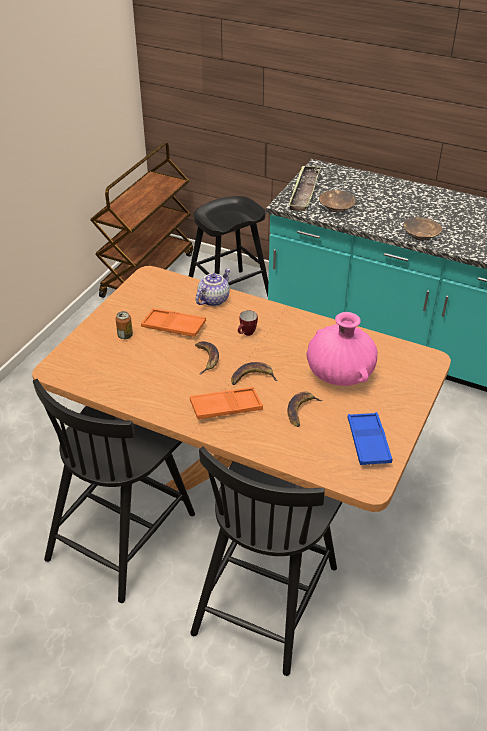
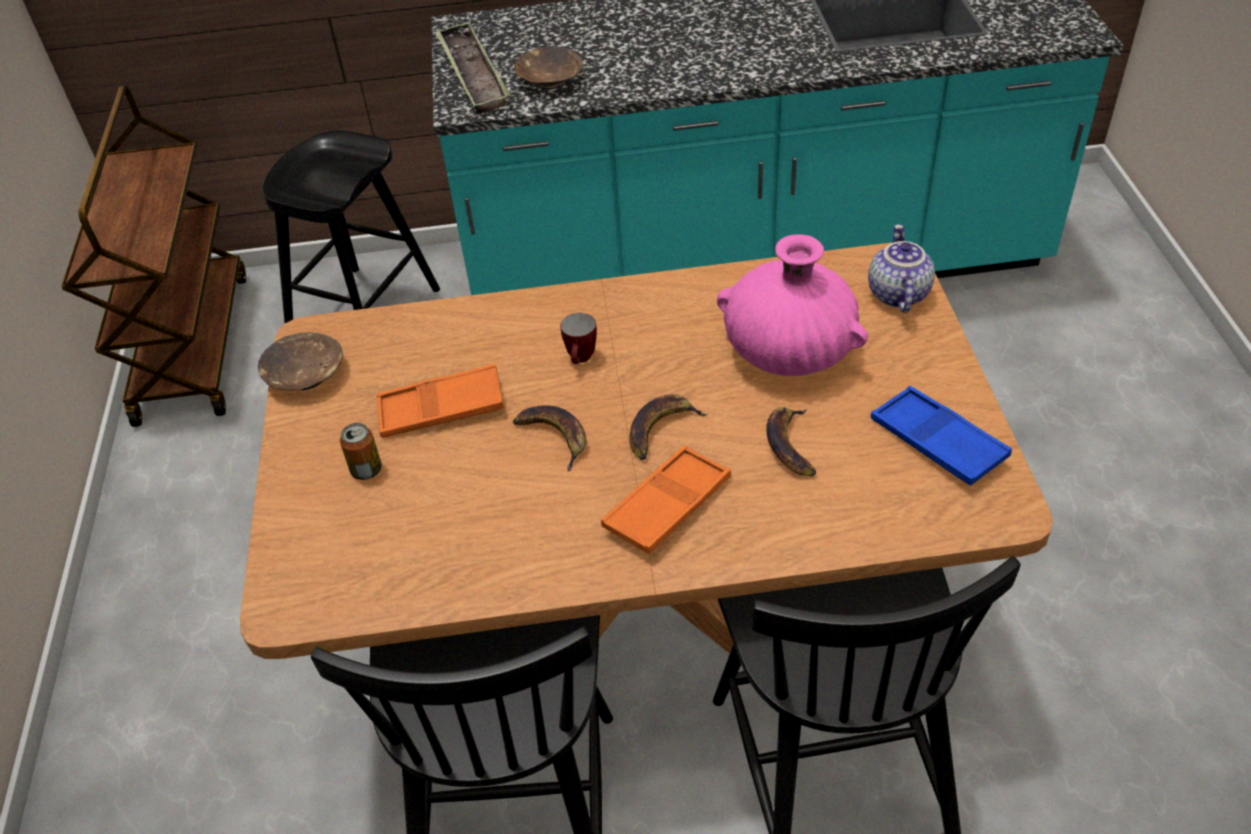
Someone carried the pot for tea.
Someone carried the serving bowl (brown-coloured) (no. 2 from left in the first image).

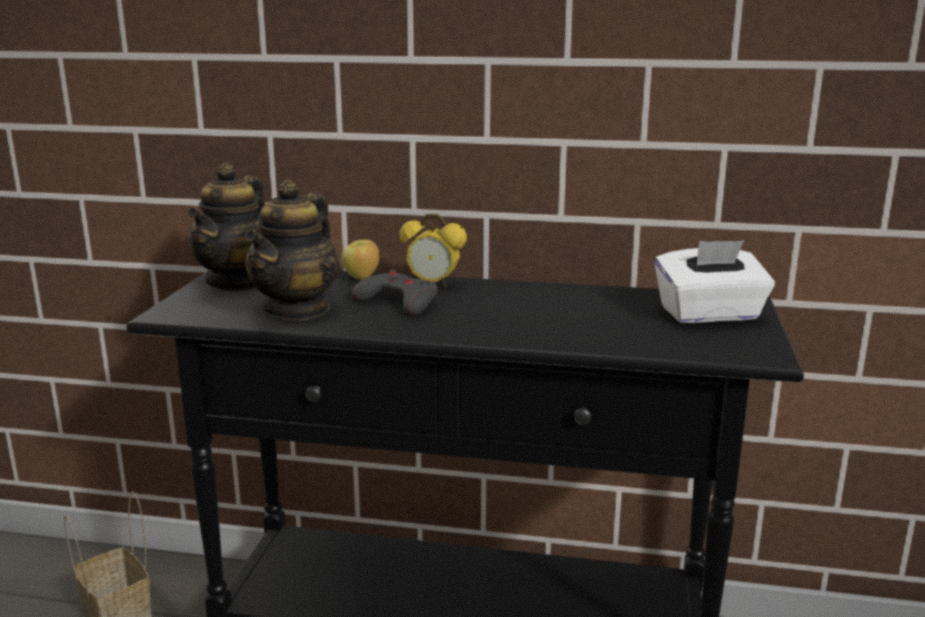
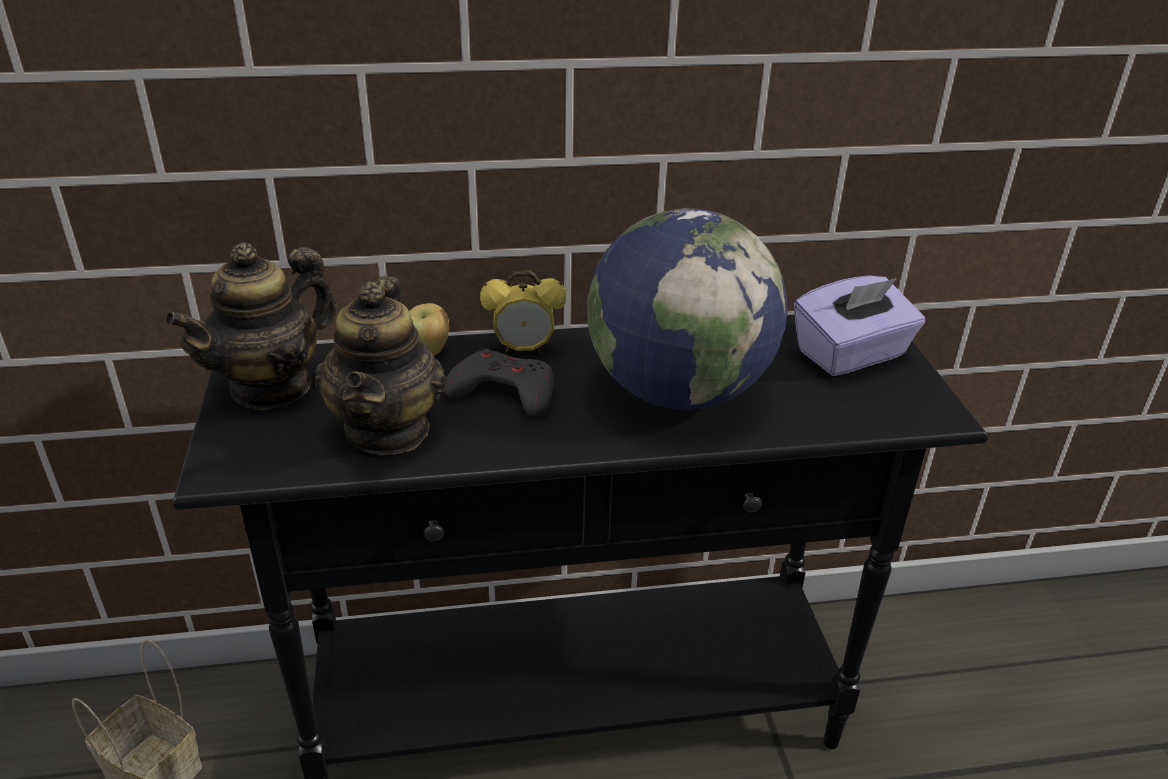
Someone rotated the pot for tea (no. 1 from left) by 45 degrees clockwise.
Someone repainted the tissue holder (whitish), which became the tissue holder (purplish).
Someone put down the world globe.

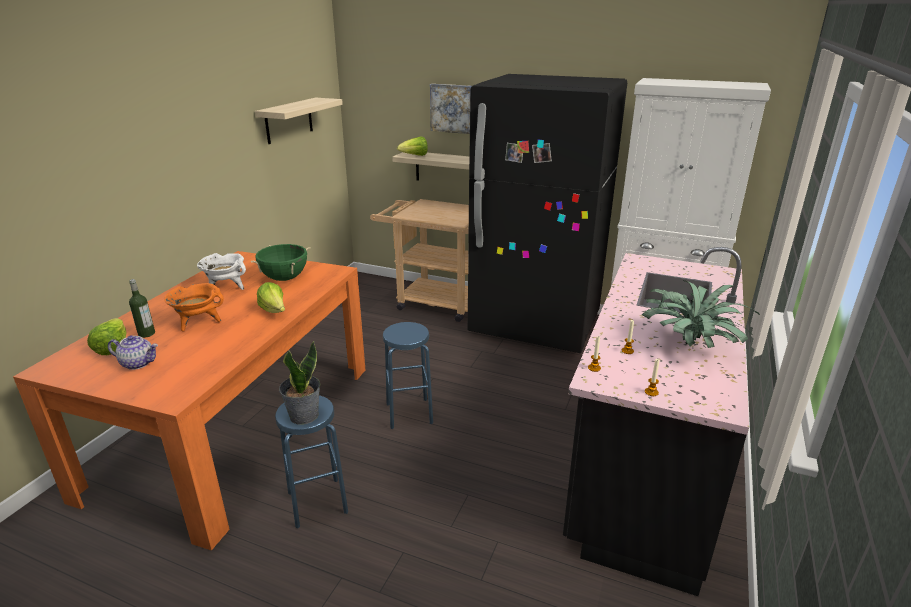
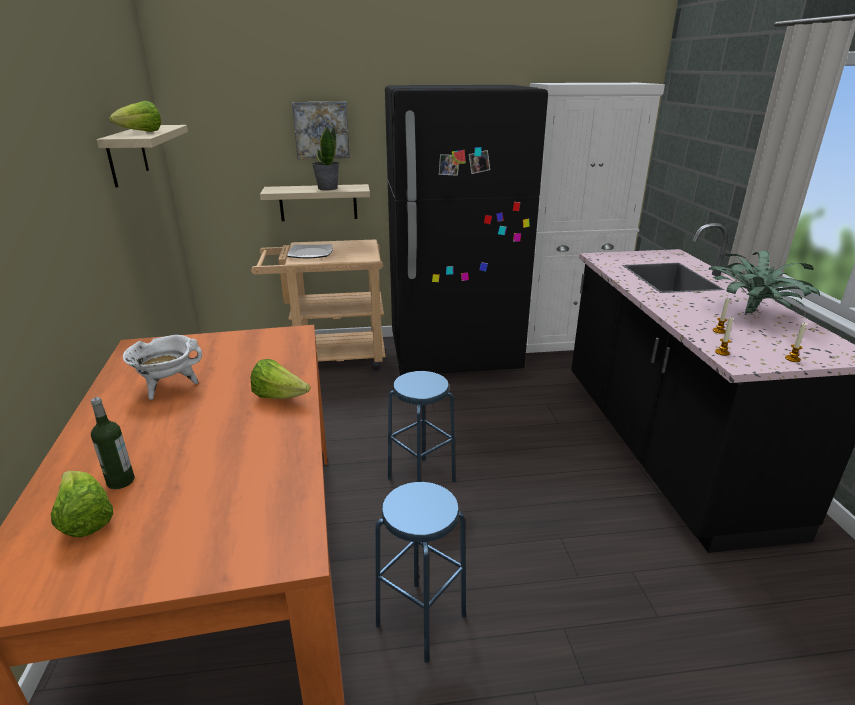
Someone took away the pot for tea.
Someone took away the saucepot (orangey).
Someone took away the saucepot (green-coloured).
Someone carried the houseplant (no. 1 from left).
Someone carried the lettuce head (no. 3 from left in the first image).
Someone put down the flat dish.

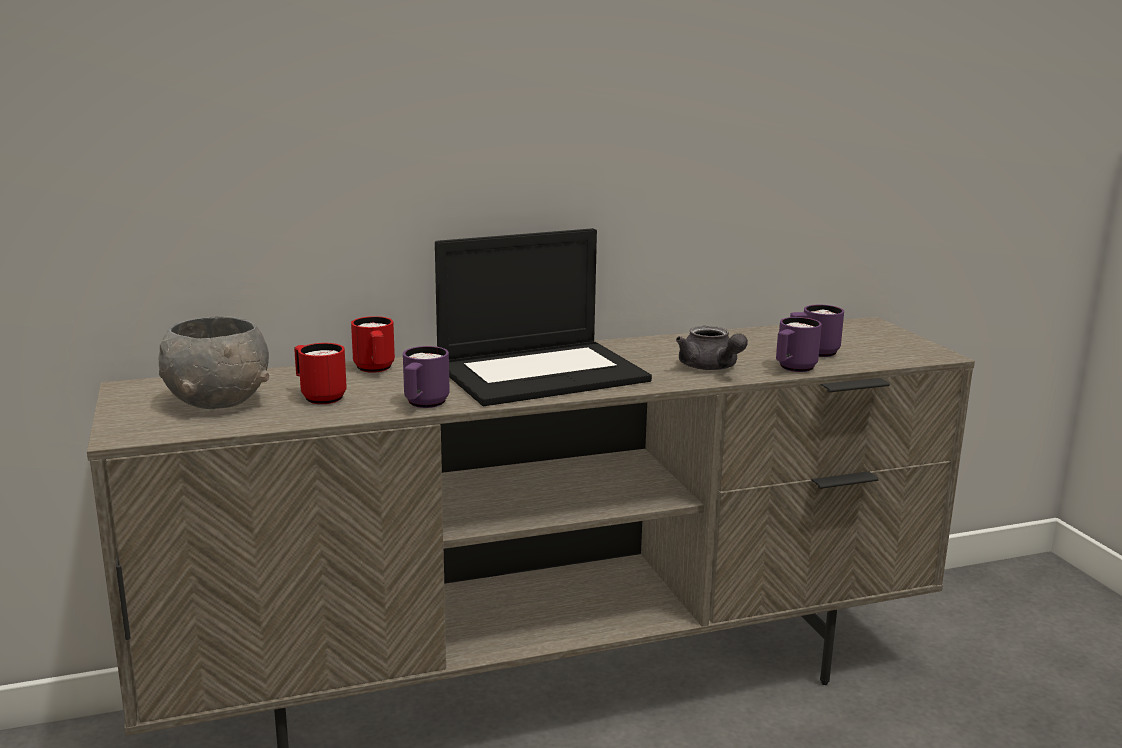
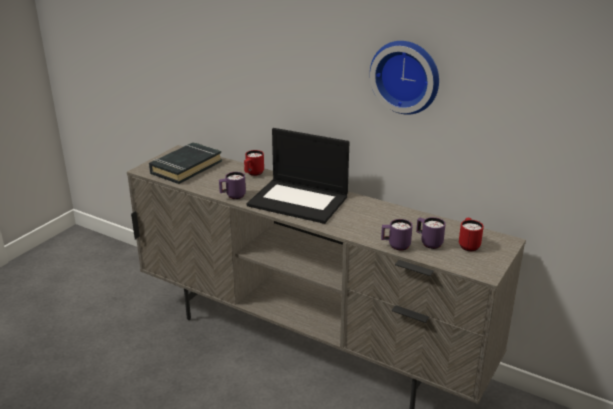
Someone swapped the serving bowl (gray) for the volume (black).
Someone carried the mug (red-coloured) (no. 1 from left in the first image).
Someone took away the pot for tea (gray).
Someone put up the wall clock.

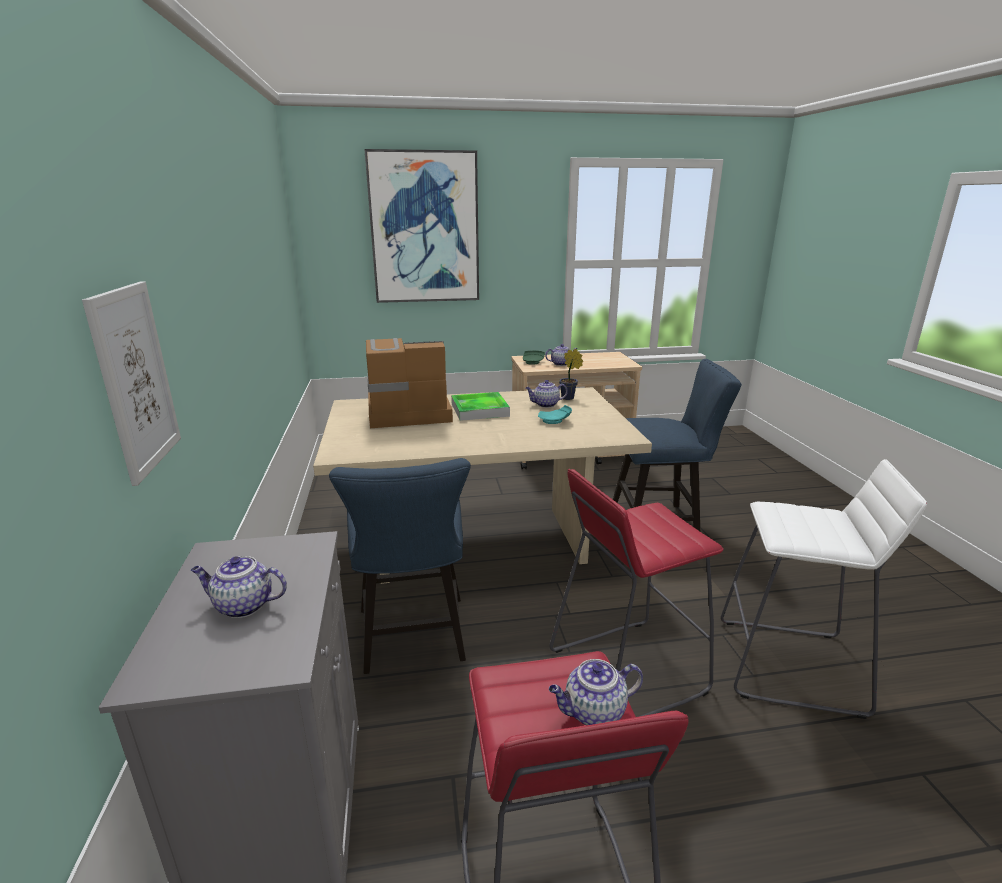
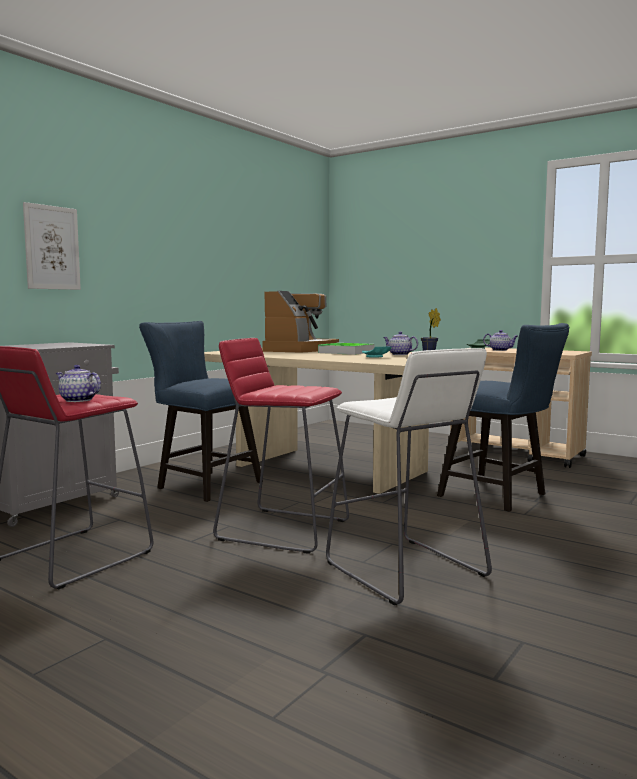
Someone took away the pot for tea (no. 1 from left).
Someone rotated the upright chair (blue-coloured) (no. 1 from left) by 90 degrees clockwise.
Someone took away the picture (no. 2 from left).
Someone rotated the coffee machine by 75 degrees clockwise.

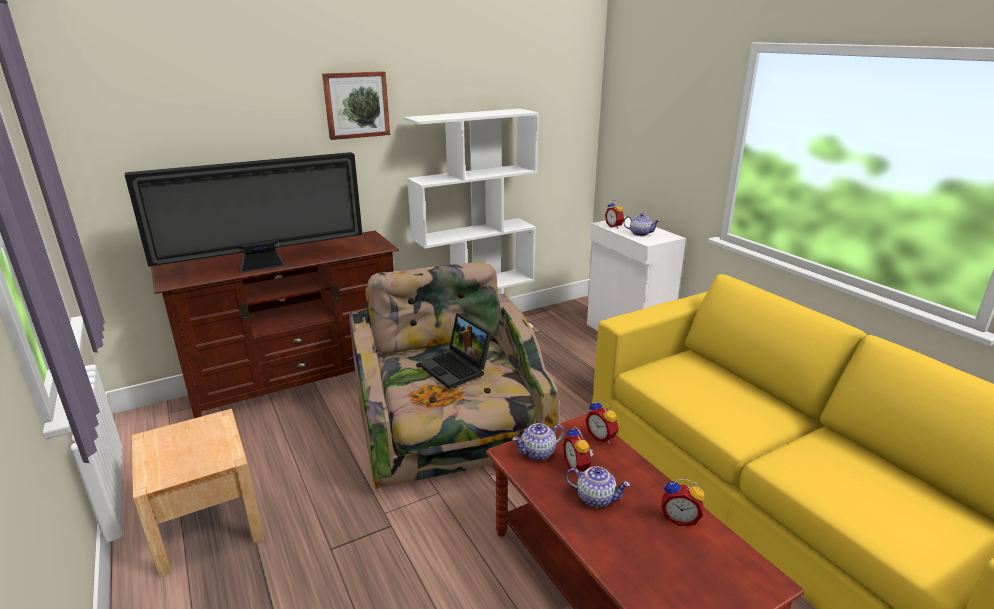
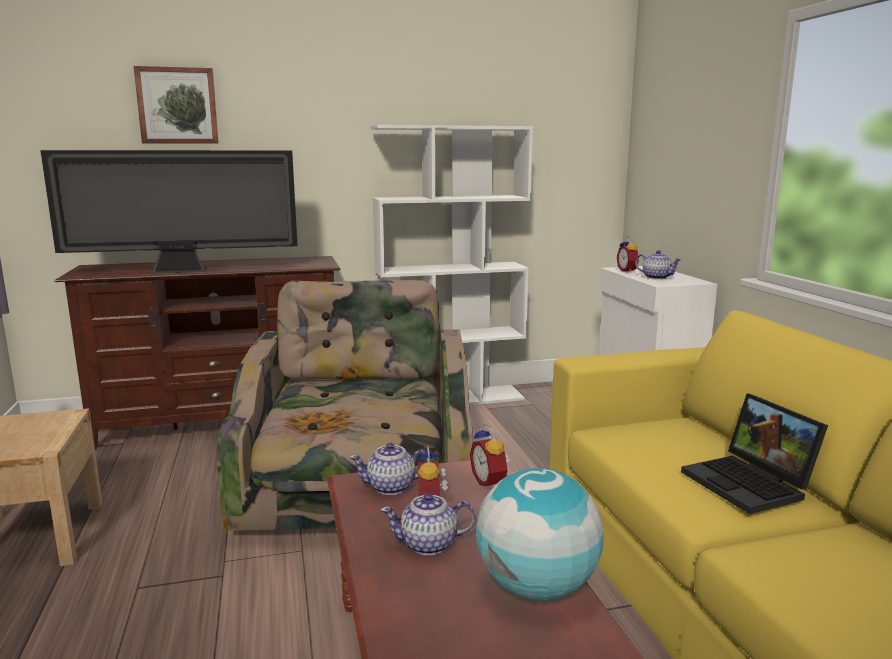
Someone carried the picture.
Someone carried the notebook computer.
Someone rotated the pot for tea (no. 2 from left) by 135 degrees clockwise.
Someone swapped the bedside clock (no. 4 from left) for the world globe.

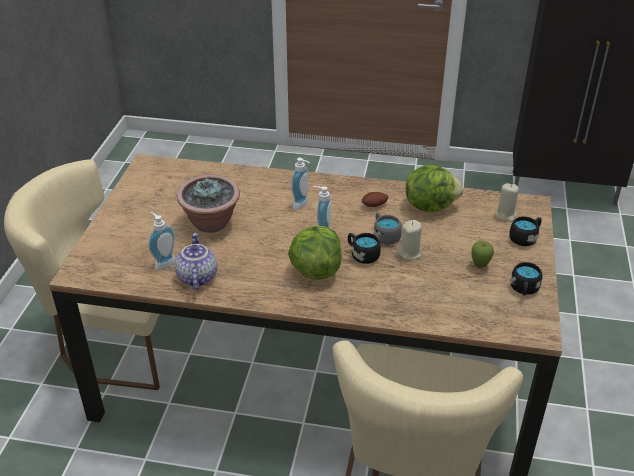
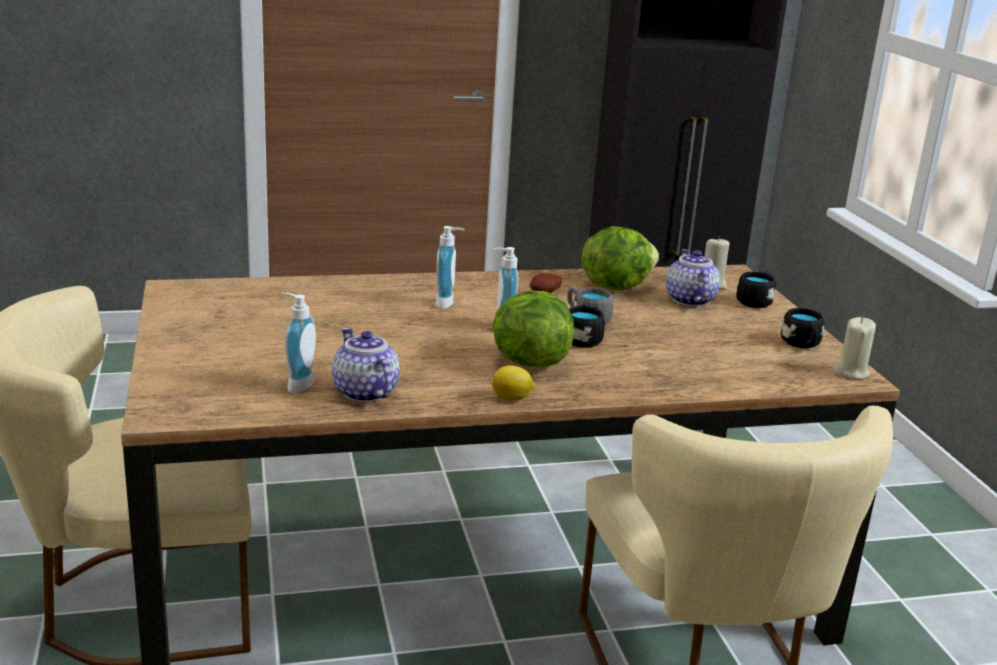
Someone took away the houseplant.
Someone carried the candle (sand-coloured) (no. 1 from left in the first image).
Someone took away the apple.
Someone put down the citrus fruit.
Someone put down the pot for tea (no. 2 from left).

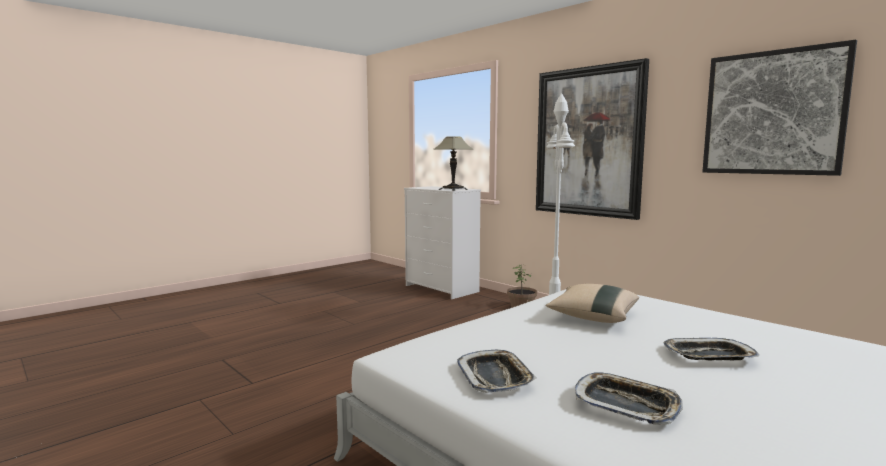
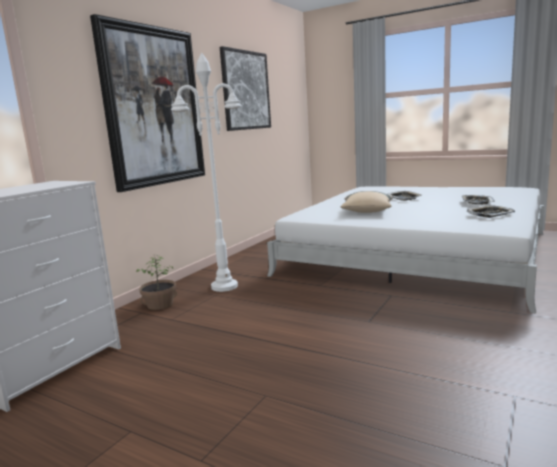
Someone took away the lamp for a table.

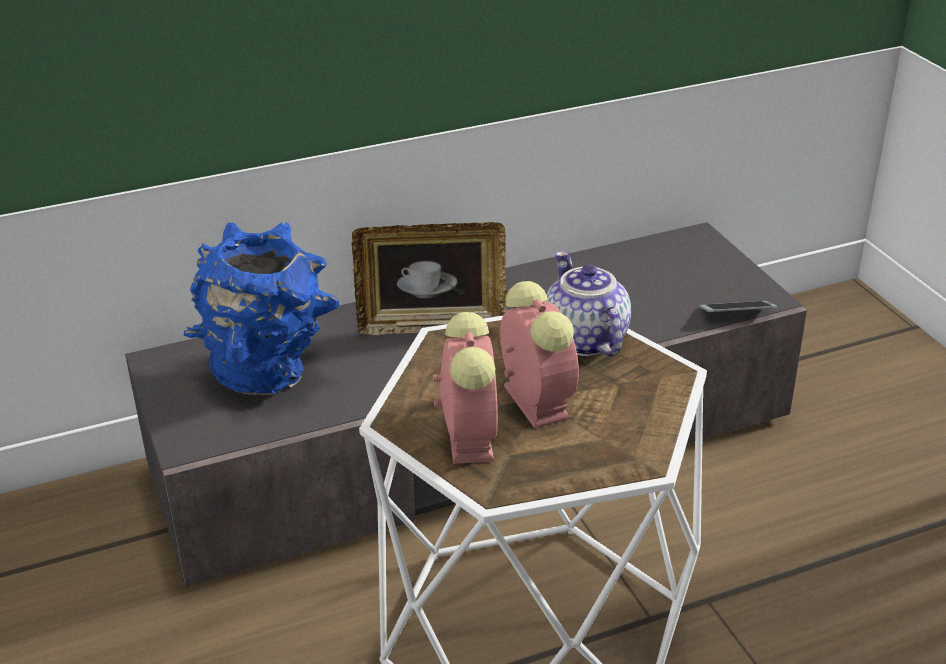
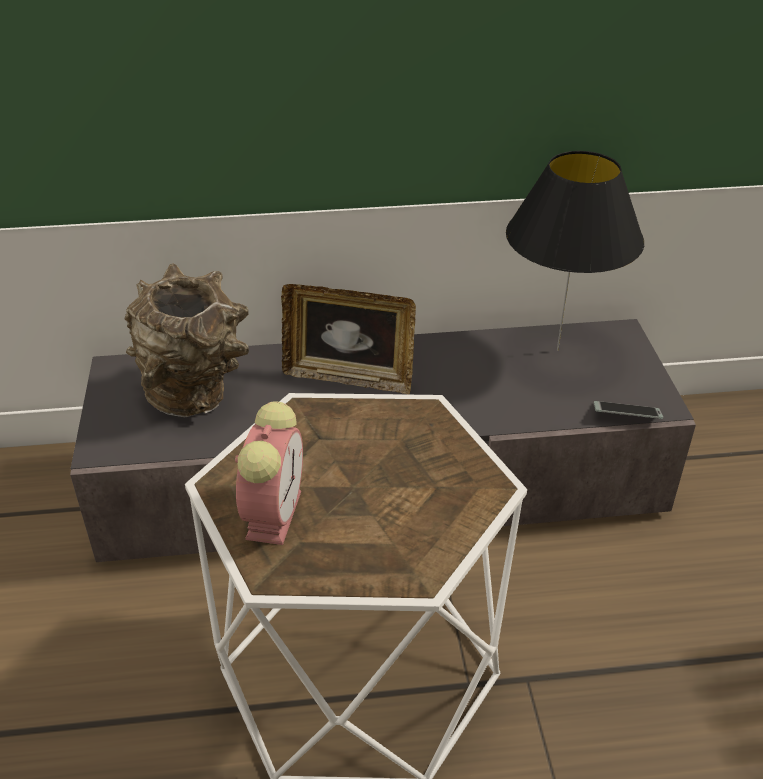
Someone repainted the vase (blue-coloured), which became the vase (brown-coloured).
Someone took away the bedside clock (no. 2 from left).
Someone took away the pot for tea.
Someone put down the lamp for a table (black).

